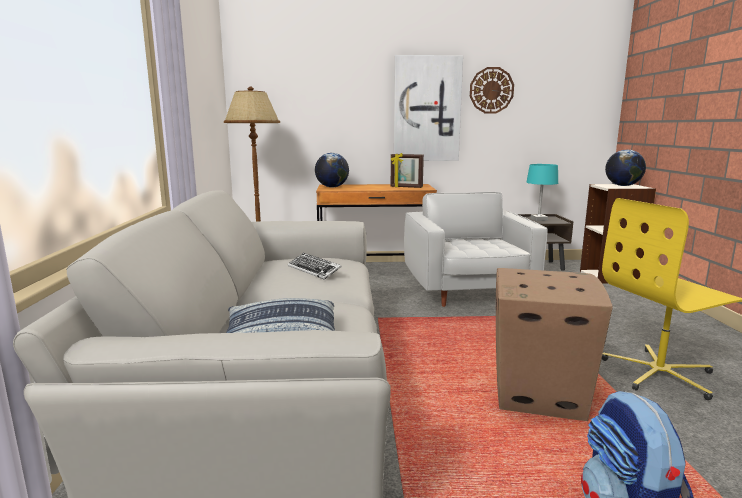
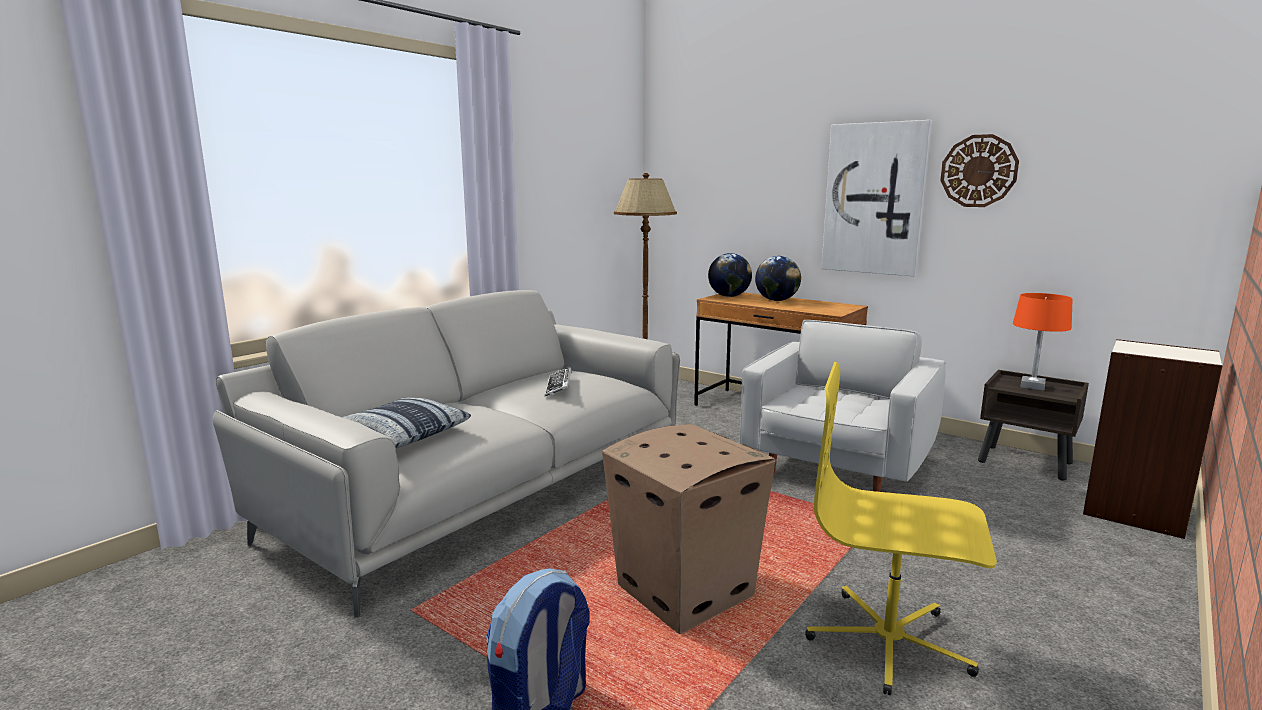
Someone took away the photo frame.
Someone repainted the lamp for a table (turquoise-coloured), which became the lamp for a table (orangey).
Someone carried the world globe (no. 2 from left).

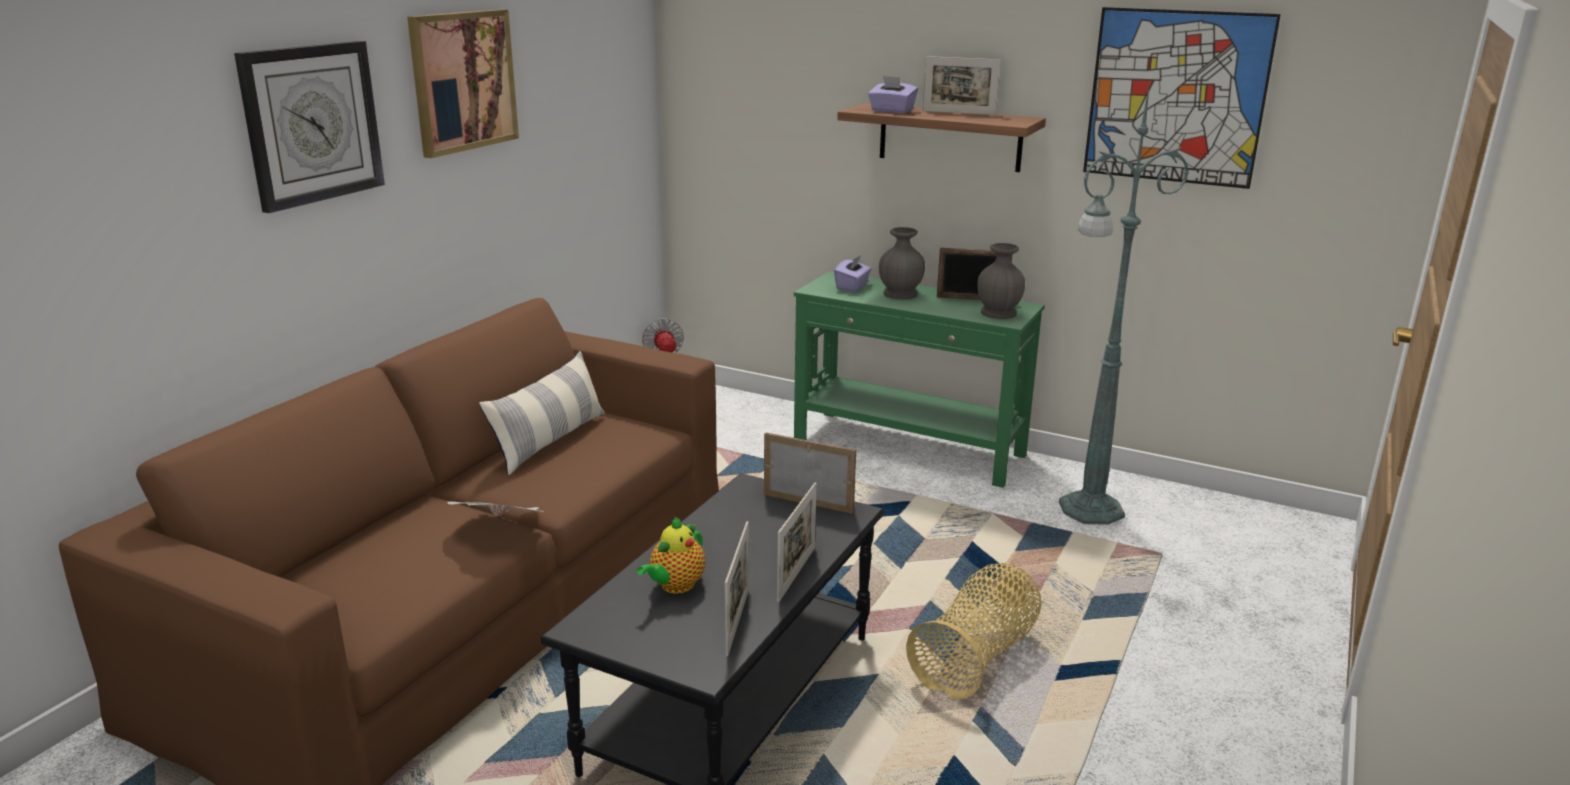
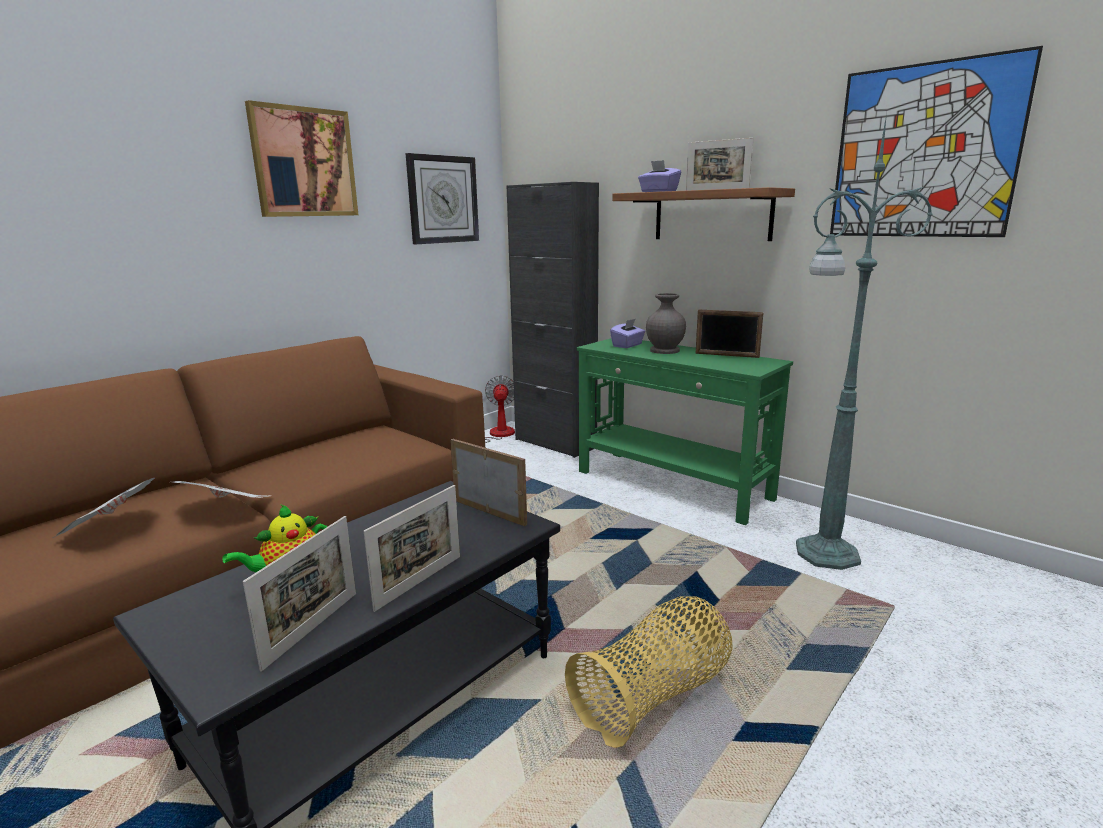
Someone carried the wall clock.
Someone took away the cushion.
Someone took away the vase (gray) (no. 2 from left).
Someone put down the printed paper (no. 1 from left).
Someone put down the cupboard (black).

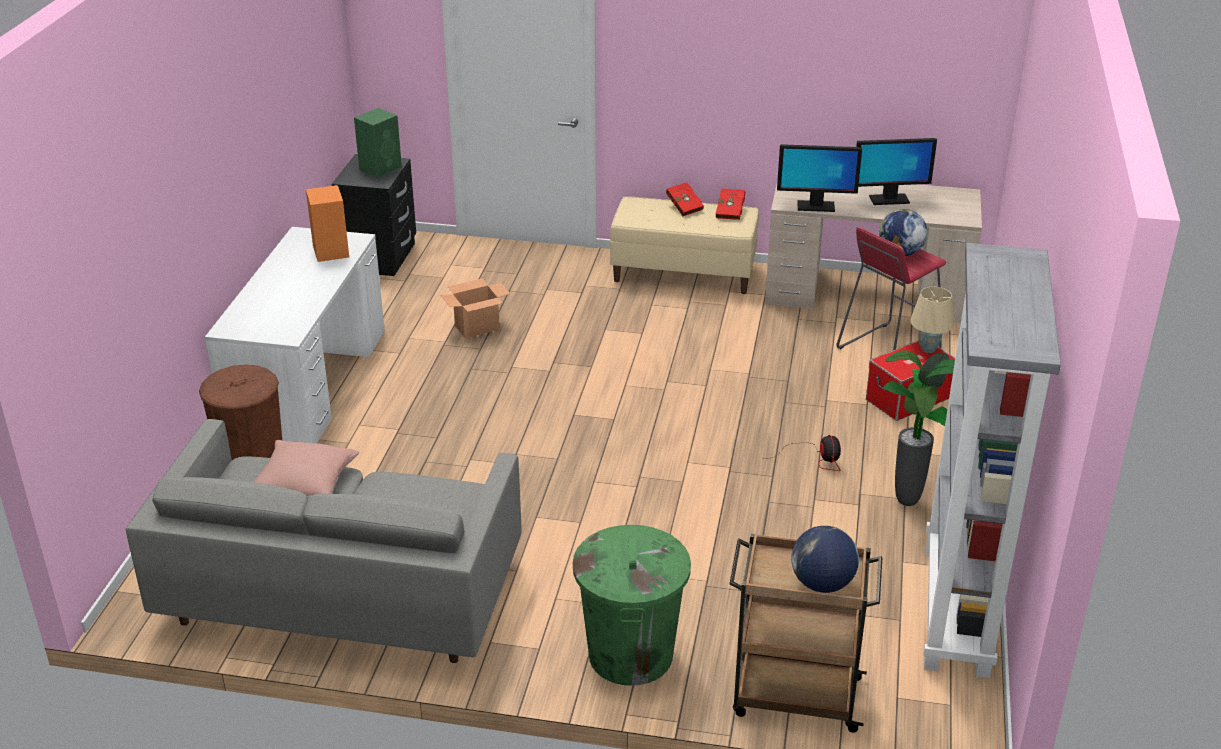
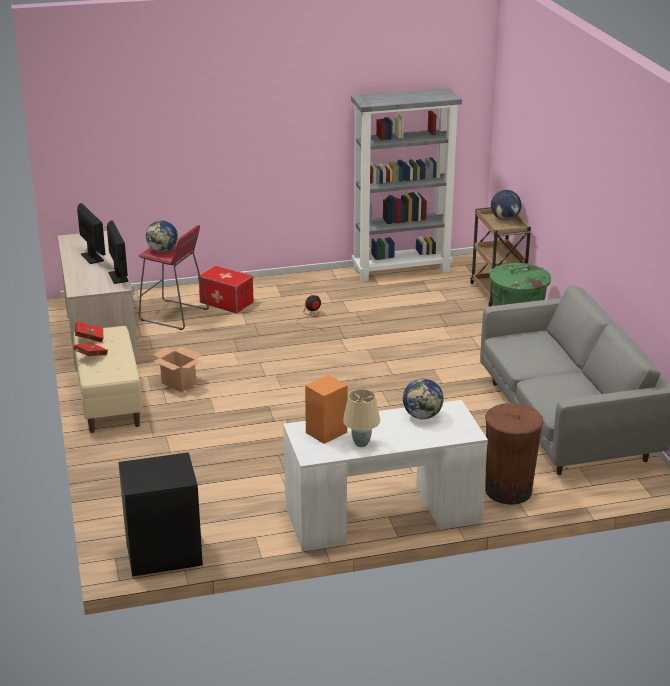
Someone took away the cushion (pink).
Someone took away the loudspeaker (green-coloured).
Someone carried the packing box.
Someone took away the houseplant.
Someone carried the lamp for a table (sand-coloured).
Someone put down the world globe (no. 2 from left).

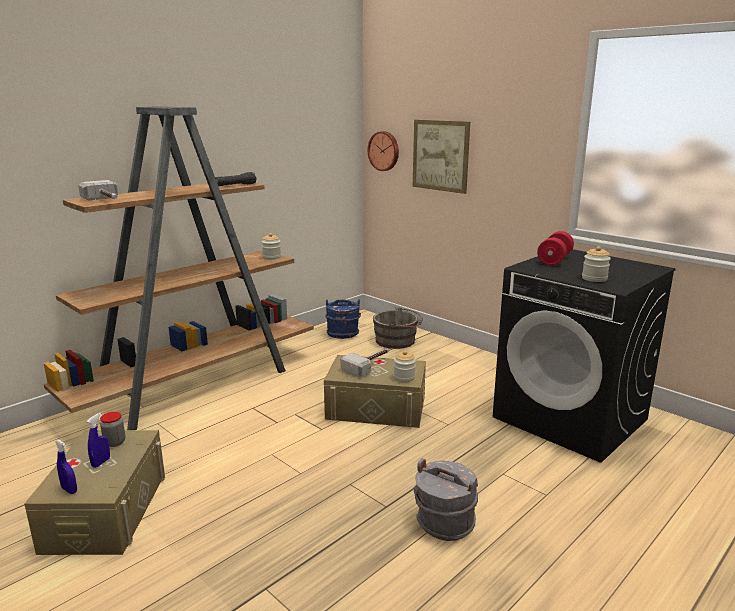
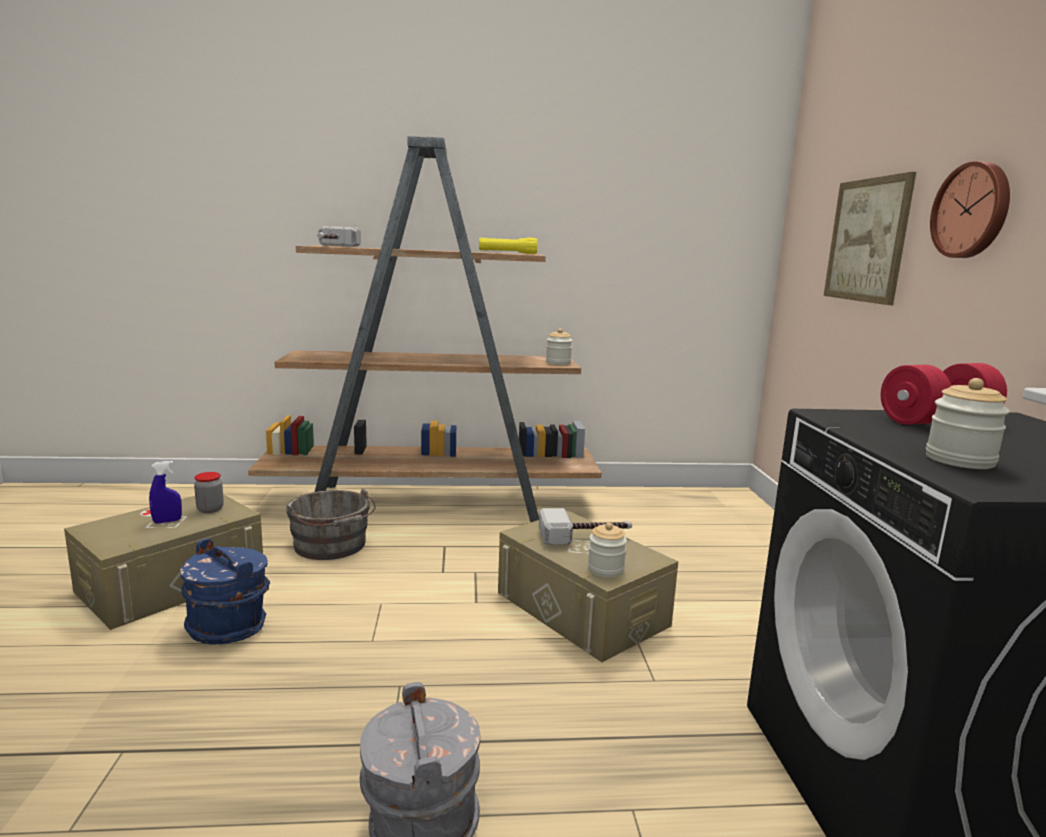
Someone took away the spray bottle (blue-coloured) (no. 1 from left).
Someone repainted the hand torch (black), which became the hand torch (yellowish).
Someone carried the water bucket (blue-coloured).
Someone carried the wall clock.
Someone carried the water bucket (gray) (no. 1 from left).

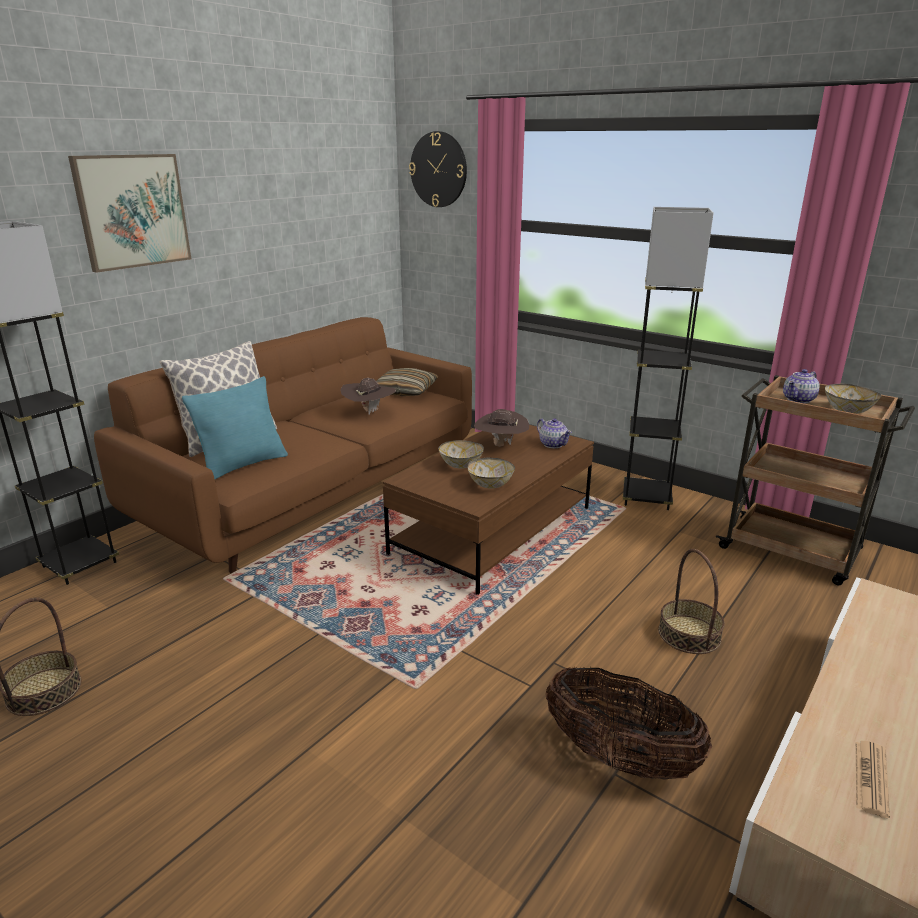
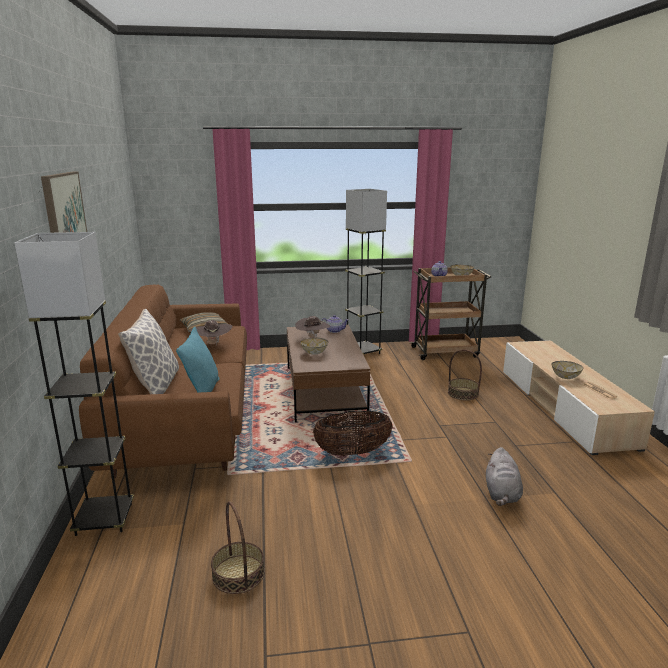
Someone took away the wall clock.
Someone carried the serving bowl (no. 2 from left in the first image).
Someone carried the household basket (no. 2 from left).
Someone put down the cuddly toy (gray).

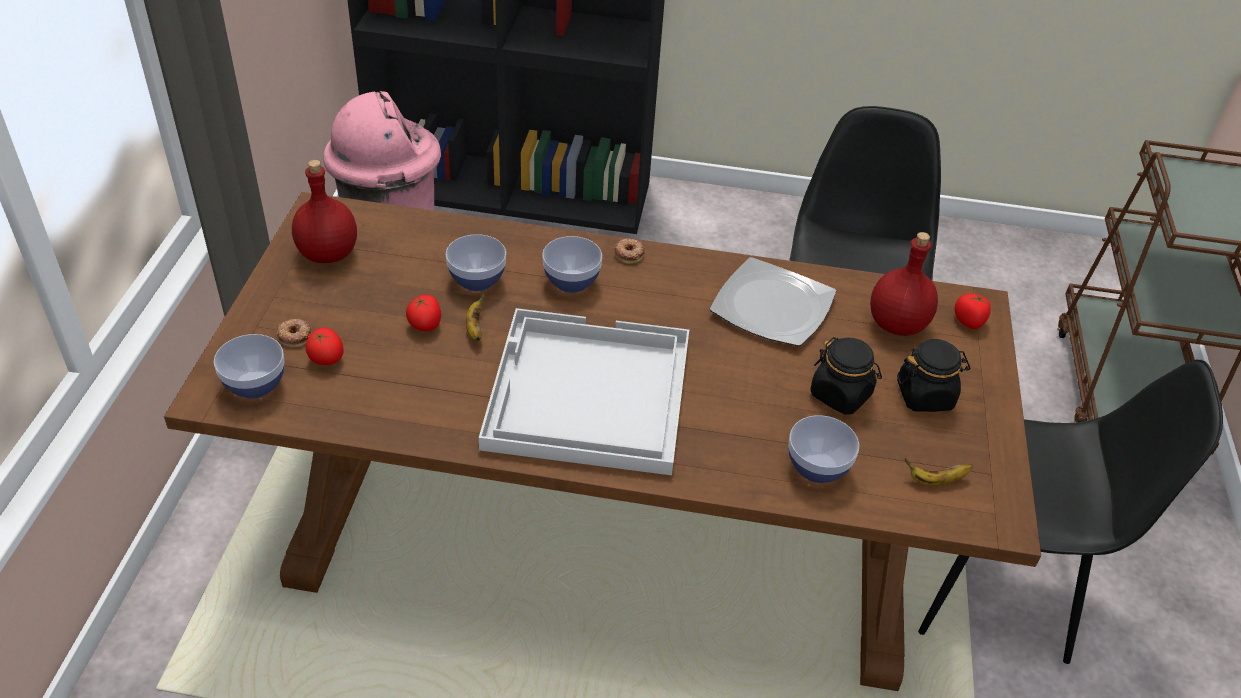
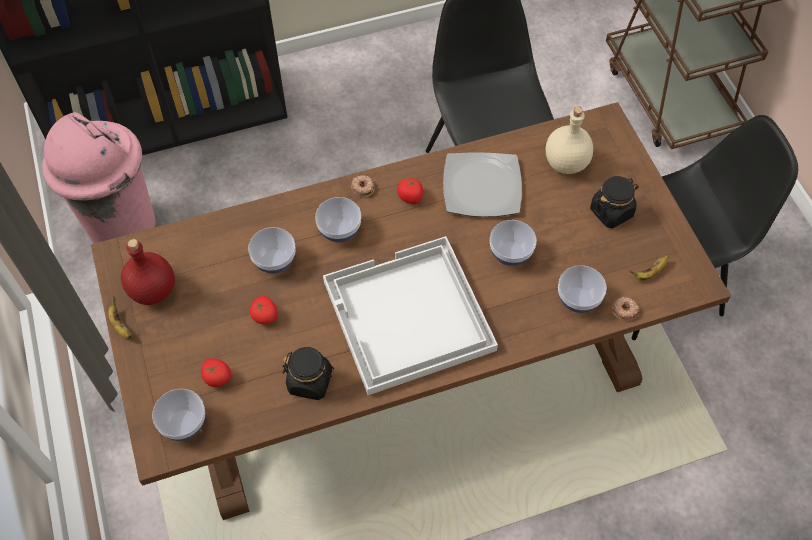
Someone carried the doughnut (no. 1 from left in the first image).
Someone carried the whole banana (no. 1 from left).
Someone carried the storage jar (black) (no. 1 from left).
Someone repainted the drink bottle (red-coloured) (no. 2 from left), which became the drink bottle (sand-coloured).
Someone carried the fresh tomato (no. 3 from left).
Someone put down the serving bowl (no. 4 from left).

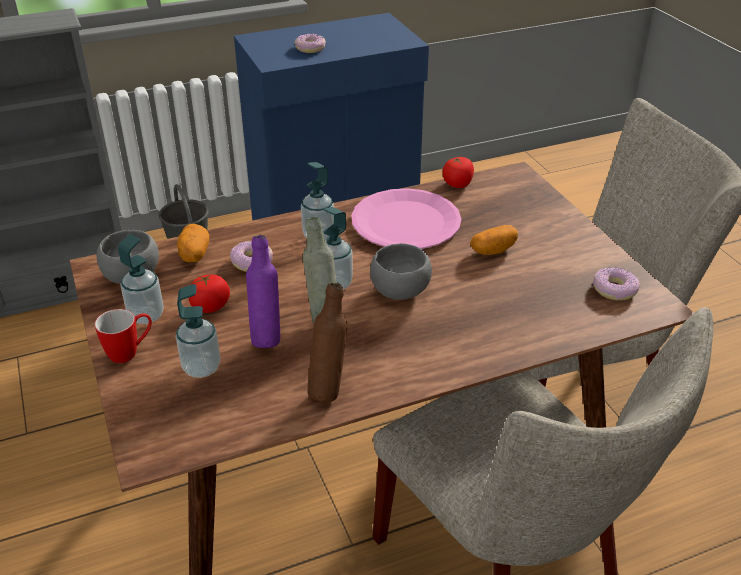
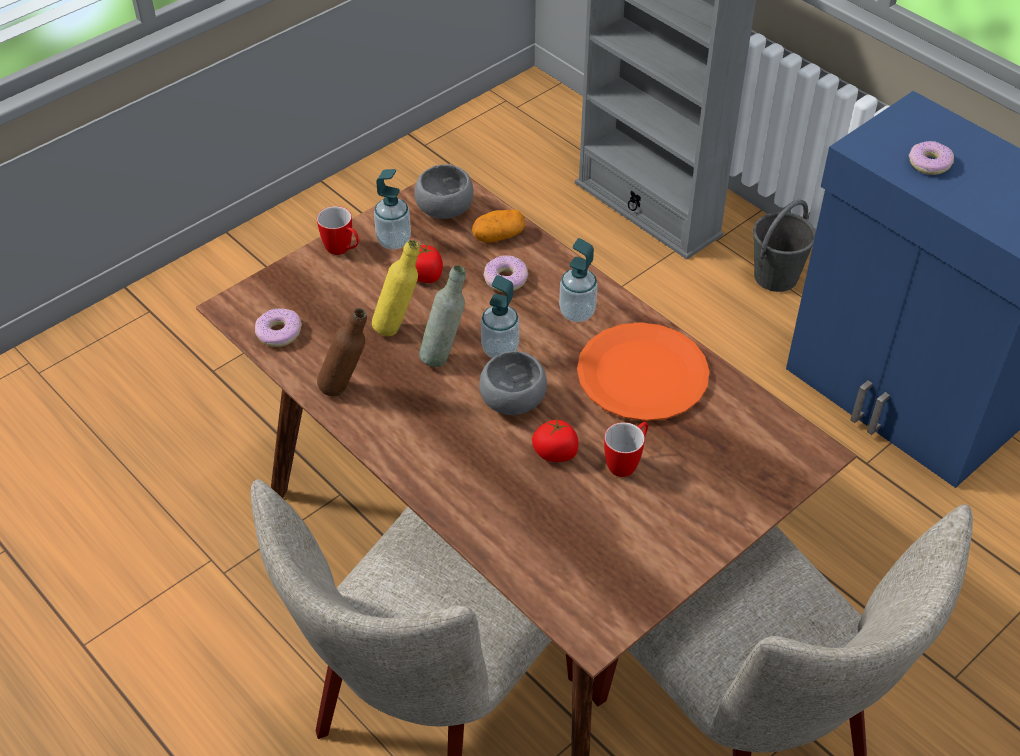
Someone took away the soap bottle (no. 2 from left).
Someone repainted the drink bottle (purplish), which became the drink bottle (yellowish).
Someone repainted the flat dish (pink), which became the flat dish (orangey).
Someone carried the fresh tomato (no. 2 from left).
Someone swapped the potato (no. 2 from left) for the mug (no. 2 from left).
Someone carried the doughnut (no. 3 from left in the first image).

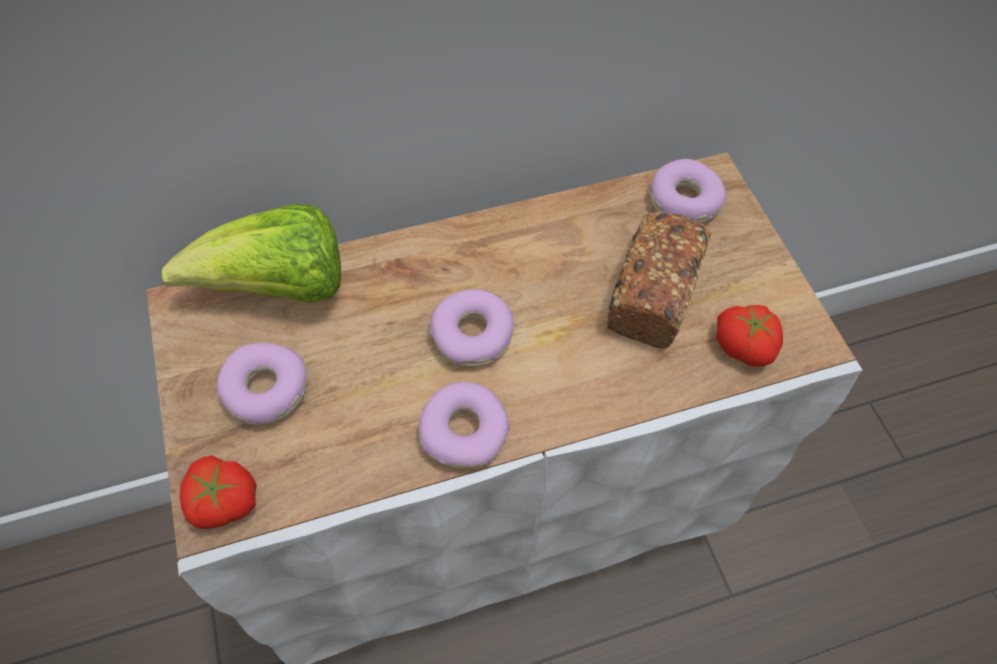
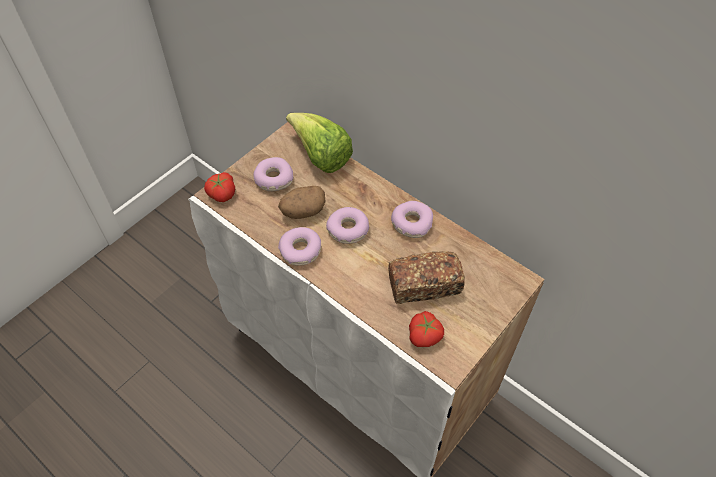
Someone carried the doughnut (no. 4 from left).
Someone put down the potato.

